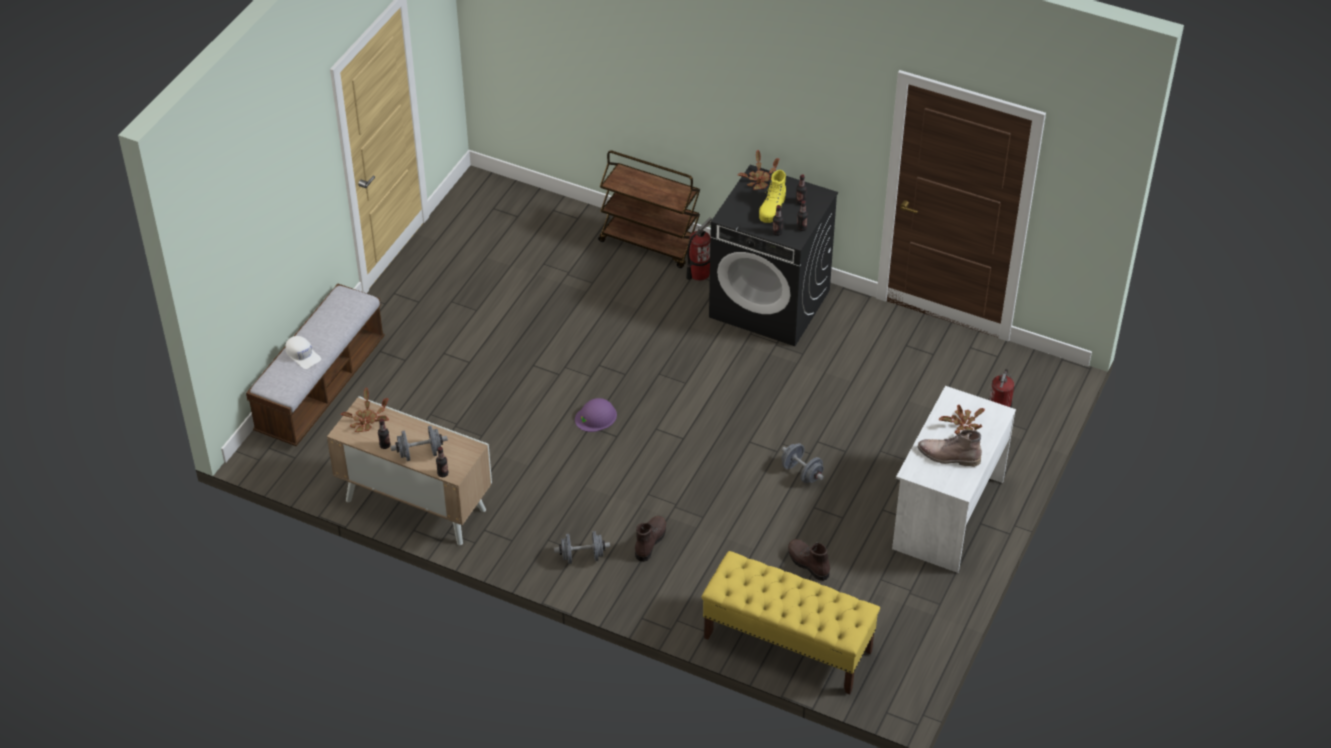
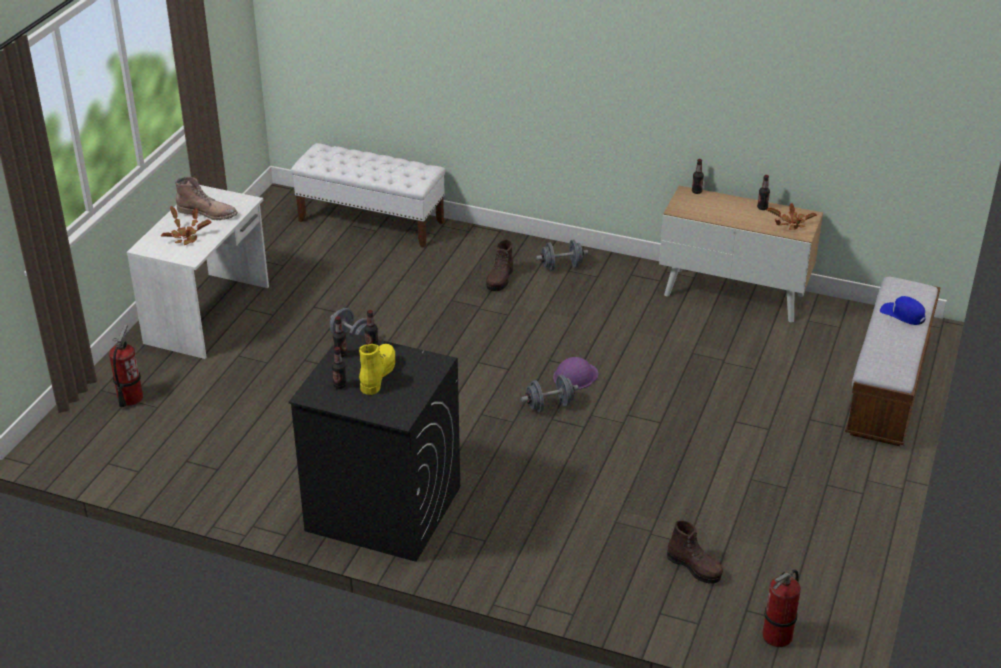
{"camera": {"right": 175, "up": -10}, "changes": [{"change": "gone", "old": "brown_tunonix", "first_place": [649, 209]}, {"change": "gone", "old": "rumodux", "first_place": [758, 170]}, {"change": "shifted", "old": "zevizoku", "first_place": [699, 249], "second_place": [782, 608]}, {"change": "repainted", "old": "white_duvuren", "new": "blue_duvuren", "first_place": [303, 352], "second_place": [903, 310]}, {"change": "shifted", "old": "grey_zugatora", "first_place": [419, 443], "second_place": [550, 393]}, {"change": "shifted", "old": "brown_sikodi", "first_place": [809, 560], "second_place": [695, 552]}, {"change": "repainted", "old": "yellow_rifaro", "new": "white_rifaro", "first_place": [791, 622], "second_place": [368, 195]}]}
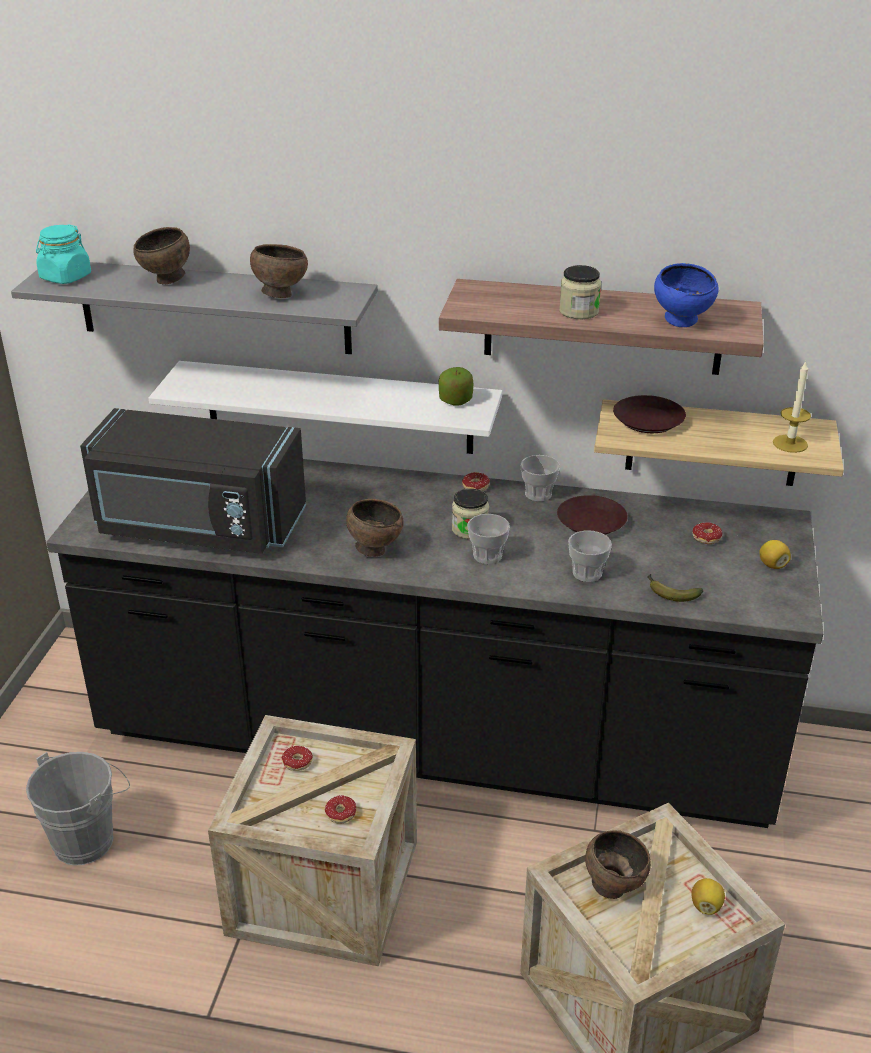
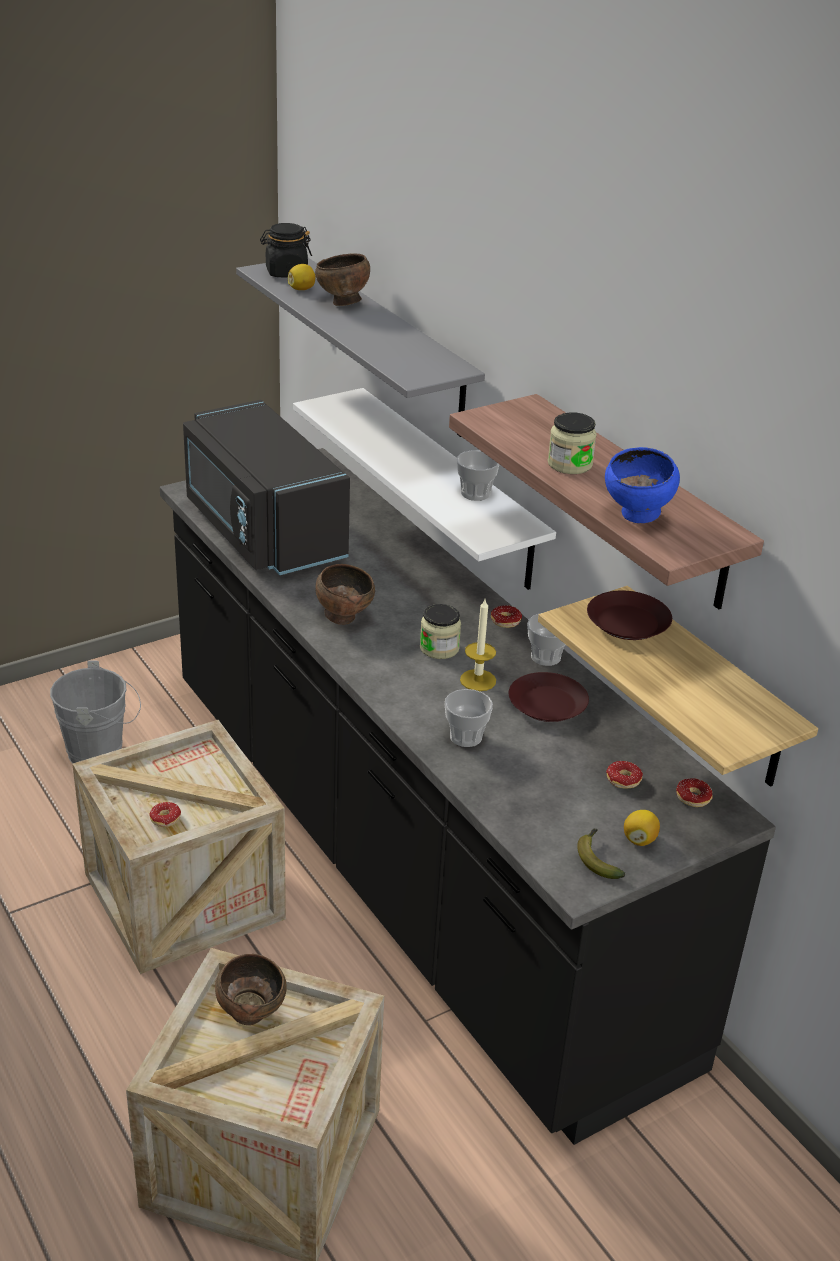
{"camera": {"right": 45, "up": 0}, "changes": [{"change": "repainted", "old": "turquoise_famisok", "new": "black_famisok", "first_place": [63, 254], "second_place": [286, 250]}, {"change": "gone", "old": "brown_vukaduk", "first_place": [279, 271]}, {"change": "shifted", "old": "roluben", "first_place": [792, 407], "second_place": [478, 645]}, {"change": "gone", "old": "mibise", "first_place": [456, 386]}, {"change": "shifted", "old": "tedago", "first_place": [488, 539], "second_place": [478, 475]}, {"change": "shifted", "old": "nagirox", "first_place": [675, 588], "second_place": [601, 854]}, {"change": "shifted", "old": "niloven", "first_place": [297, 758], "second_place": [694, 792]}, {"change": "shifted", "old": "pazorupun", "first_place": [708, 896], "second_place": [302, 277]}]}
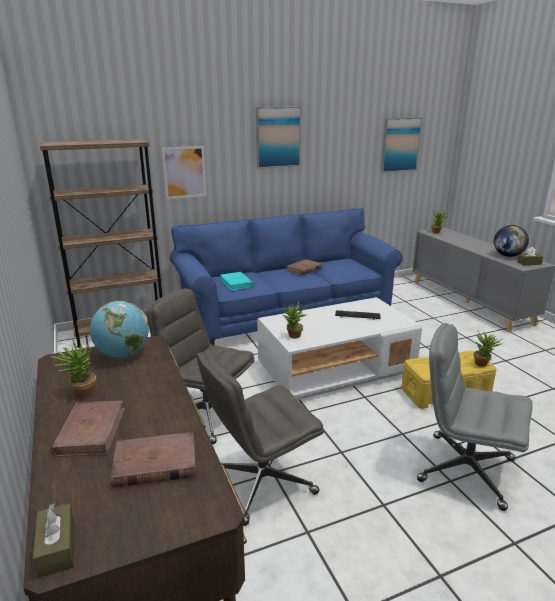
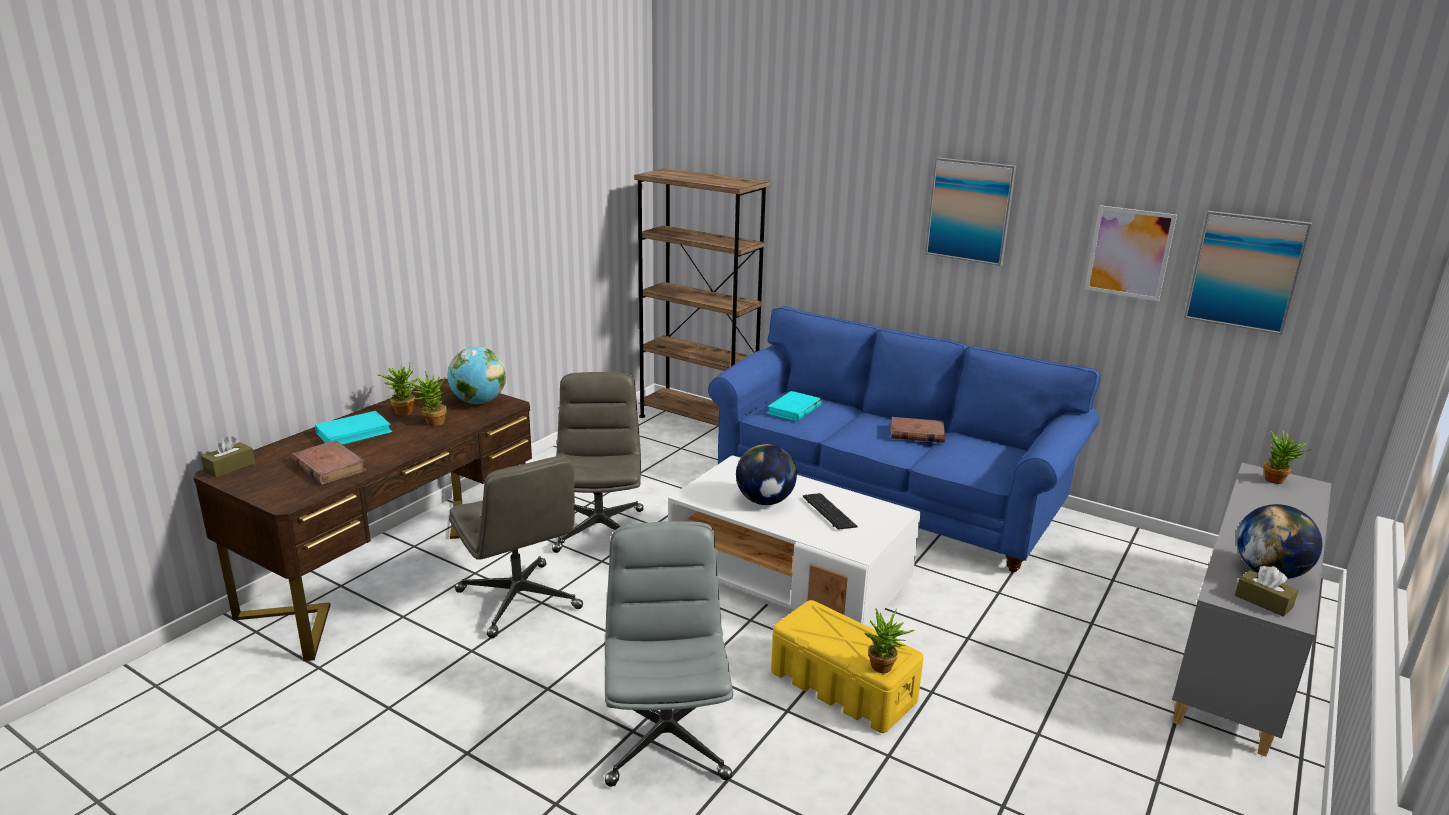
{"camera": {"right": 55, "up": 0}, "changes": [{"change": "shifted", "old": "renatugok", "first_place": [184, 172], "second_place": [1131, 253]}, {"change": "shifted", "old": "rumodux", "first_place": [295, 320], "second_place": [426, 398]}, {"change": "rotated", "old": "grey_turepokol", "first_place": [260, 438], "second_place": [516, 546], "degrees": -150}, {"change": "repainted", "old": "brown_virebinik", "new": "turquoise_virebinik", "first_place": [88, 429], "second_place": [354, 428]}, {"change": "new", "new": "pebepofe", "second_place": [766, 474]}]}
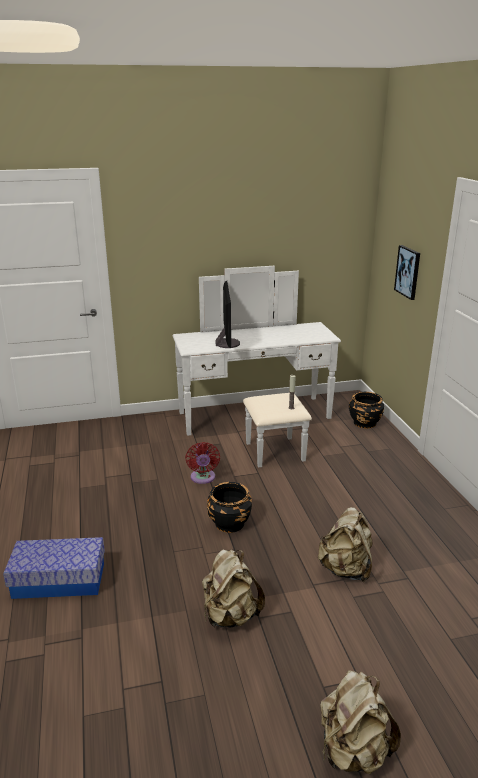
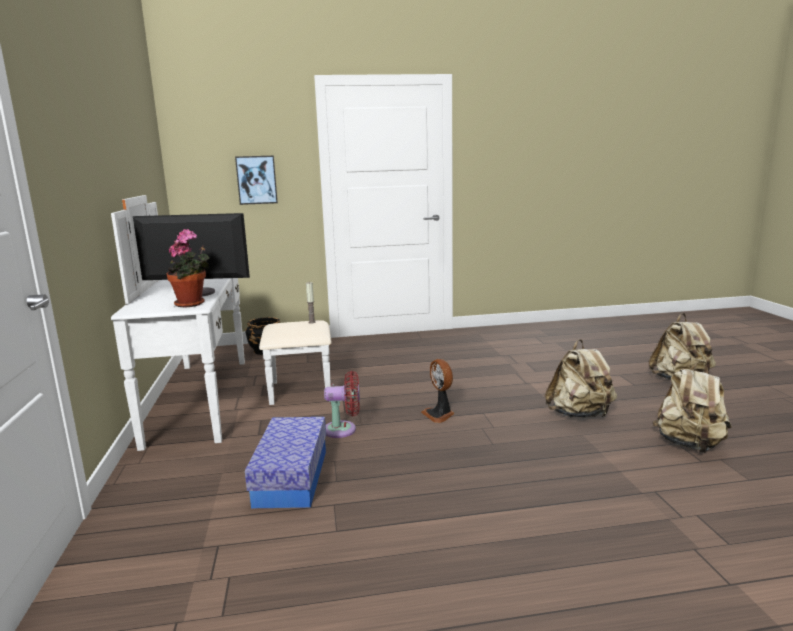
{"camera": {"right": -85, "up": -10}, "changes": [{"change": "swapped", "old": "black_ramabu", "new": "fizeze", "first_place": [229, 507], "second_place": [438, 391]}, {"change": "shifted", "old": "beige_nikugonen", "first_place": [345, 544], "second_place": [692, 407]}, {"change": "shifted", "old": "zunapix", "first_place": [54, 568], "second_place": [285, 462]}, {"change": "new", "new": "rumodux", "second_place": [188, 268]}]}
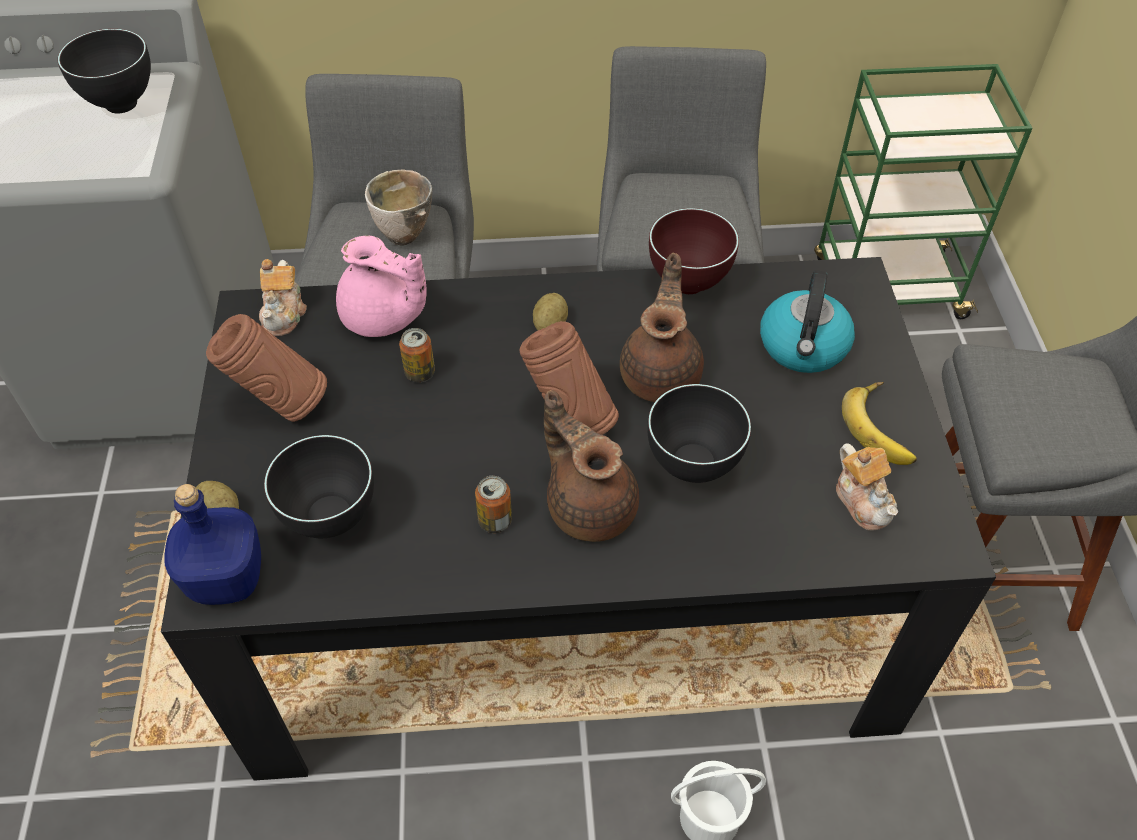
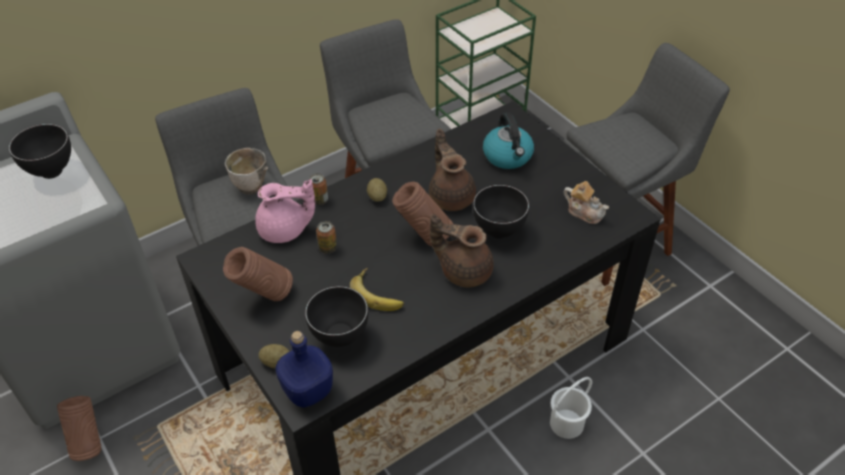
{"camera": {"right": -30, "up": -5}, "changes": [{"change": "gone", "old": "brown_vukaduk", "first_place": [694, 251]}, {"change": "gone", "old": "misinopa", "first_place": [283, 297]}, {"change": "shifted", "old": "nagirox", "first_place": [879, 423], "second_place": [377, 289]}, {"change": "shifted", "old": "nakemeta", "first_place": [493, 504], "second_place": [318, 189]}, {"change": "new", "new": "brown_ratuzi", "second_place": [79, 428]}]}
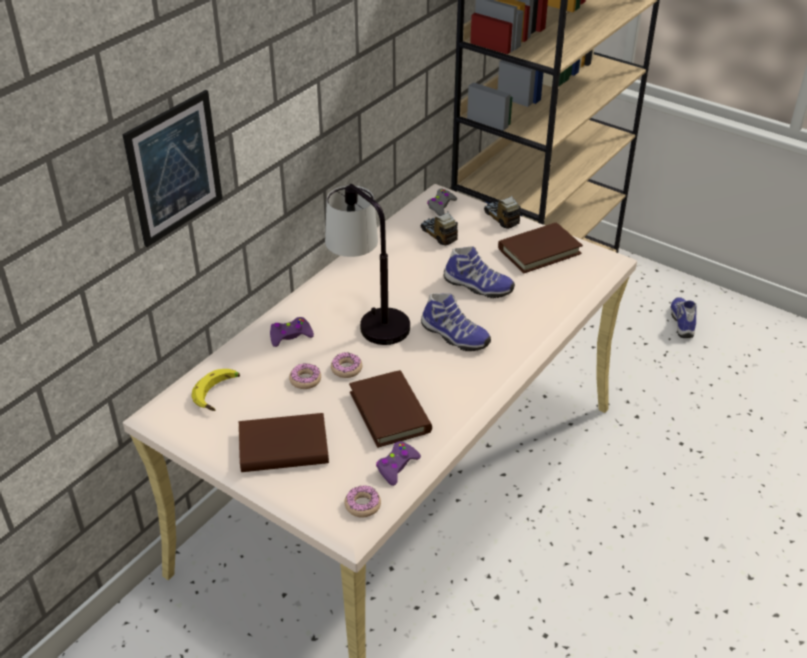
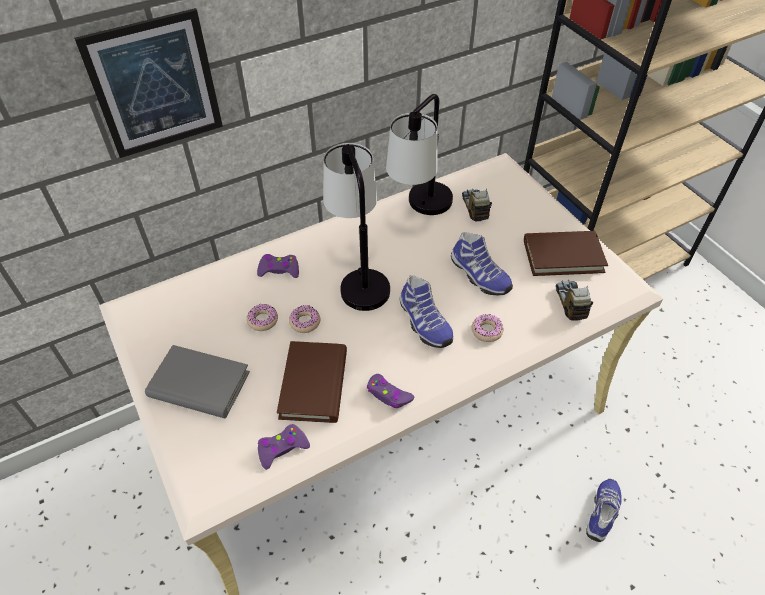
{"camera": {"right": 25, "up": 10}, "changes": [{"change": "gone", "old": "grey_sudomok", "first_place": [442, 202]}, {"change": "shifted", "old": "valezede", "first_place": [502, 212], "second_place": [574, 300]}, {"change": "shifted", "old": "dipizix", "first_place": [684, 317], "second_place": [603, 510]}, {"change": "gone", "old": "nagirox", "first_place": [215, 390]}, {"change": "repainted", "old": "brown_virebinik", "new": "grey_virebinik", "first_place": [284, 442], "second_place": [197, 381]}, {"change": "shifted", "old": "niloven", "first_place": [362, 501], "second_place": [487, 328]}, {"change": "new", "new": "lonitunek", "second_place": [419, 154]}, {"change": "new", "new": "purple_sudomok", "second_place": [390, 391]}]}
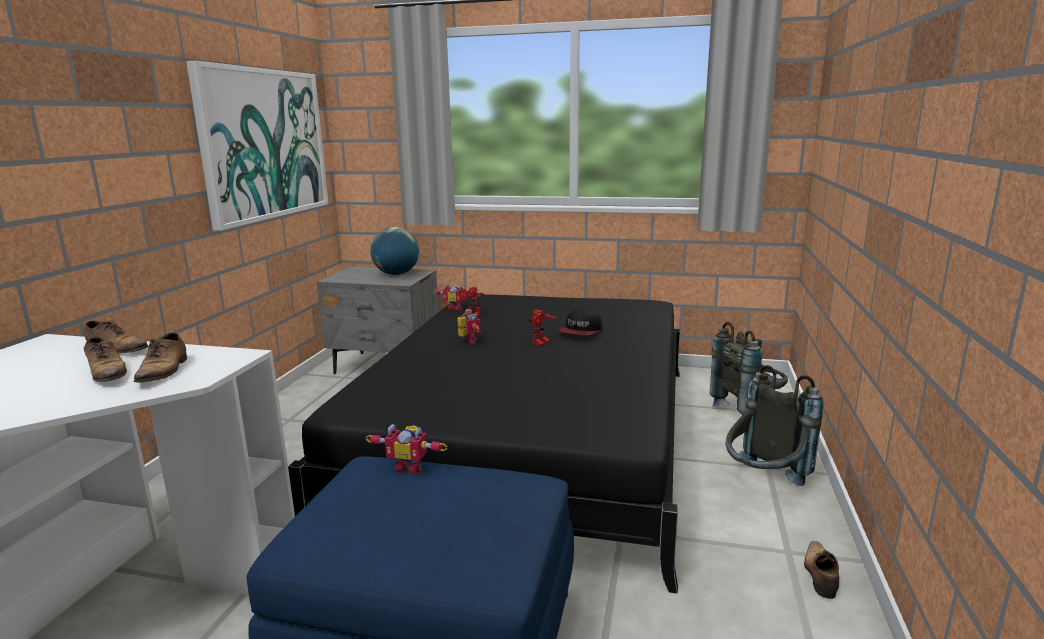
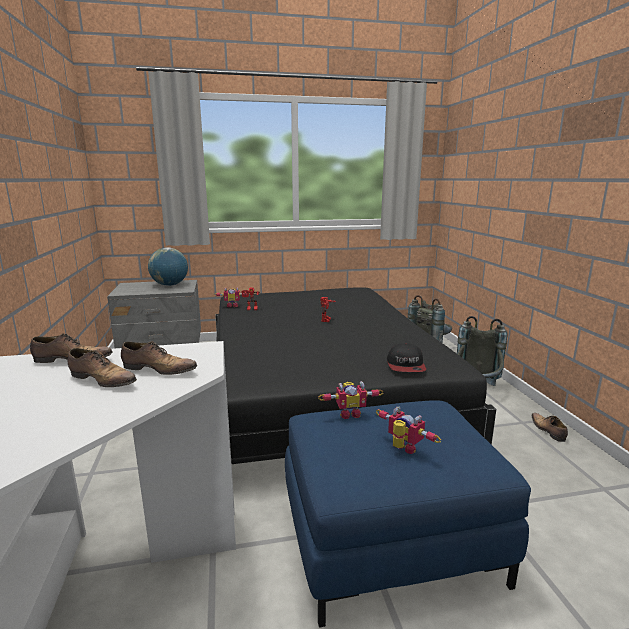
{"camera": {"right": -25, "up": 0}, "changes": [{"change": "gone", "old": "renatugok", "first_place": [257, 145]}, {"change": "shifted", "old": "duvuren", "first_place": [580, 321], "second_place": [406, 357]}, {"change": "shifted", "old": "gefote", "first_place": [469, 326], "second_place": [408, 430]}, {"change": "rotated", "old": "dipizix", "first_place": [160, 357], "second_place": [159, 358], "degrees": -45}]}
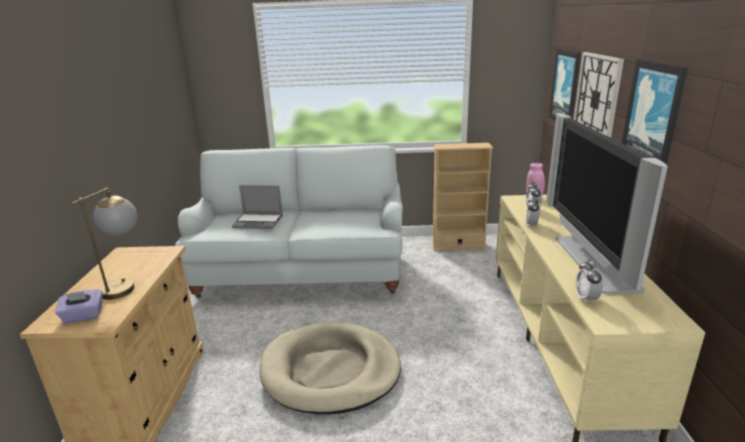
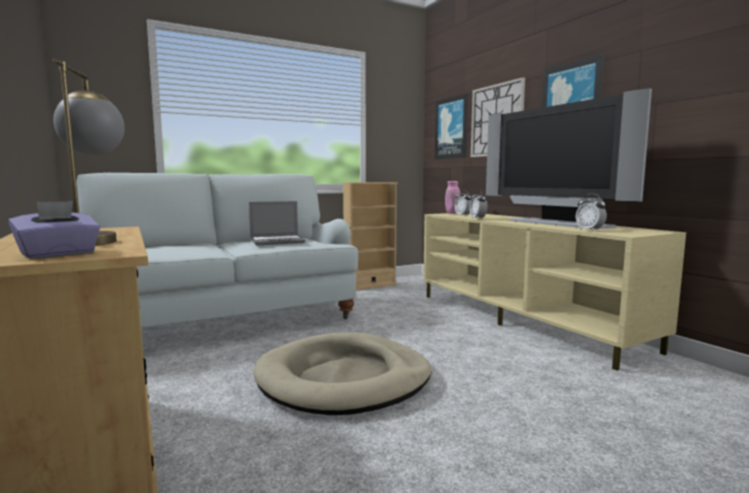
{"camera": {"right": -30, "up": -15}, "changes": [{"change": "shifted", "old": "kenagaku", "first_place": [257, 207], "second_place": [277, 223]}]}
